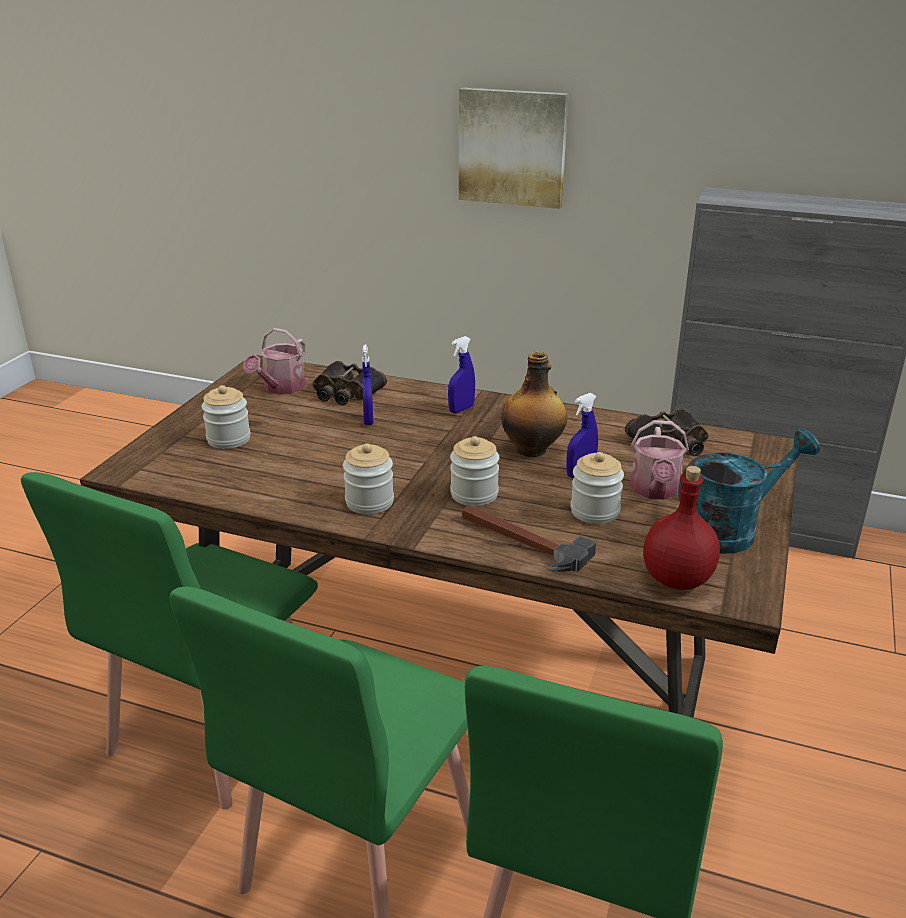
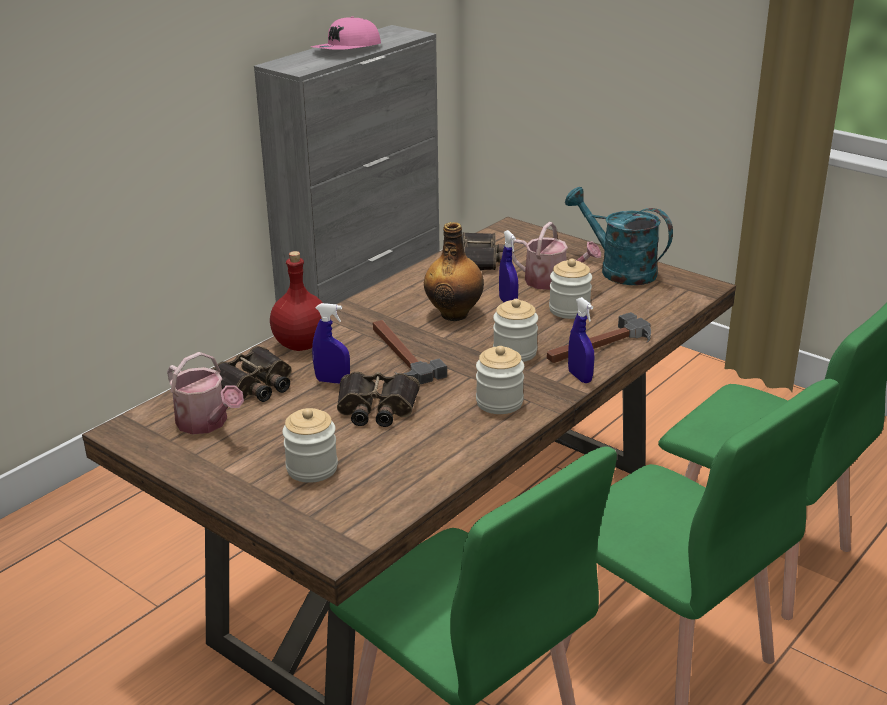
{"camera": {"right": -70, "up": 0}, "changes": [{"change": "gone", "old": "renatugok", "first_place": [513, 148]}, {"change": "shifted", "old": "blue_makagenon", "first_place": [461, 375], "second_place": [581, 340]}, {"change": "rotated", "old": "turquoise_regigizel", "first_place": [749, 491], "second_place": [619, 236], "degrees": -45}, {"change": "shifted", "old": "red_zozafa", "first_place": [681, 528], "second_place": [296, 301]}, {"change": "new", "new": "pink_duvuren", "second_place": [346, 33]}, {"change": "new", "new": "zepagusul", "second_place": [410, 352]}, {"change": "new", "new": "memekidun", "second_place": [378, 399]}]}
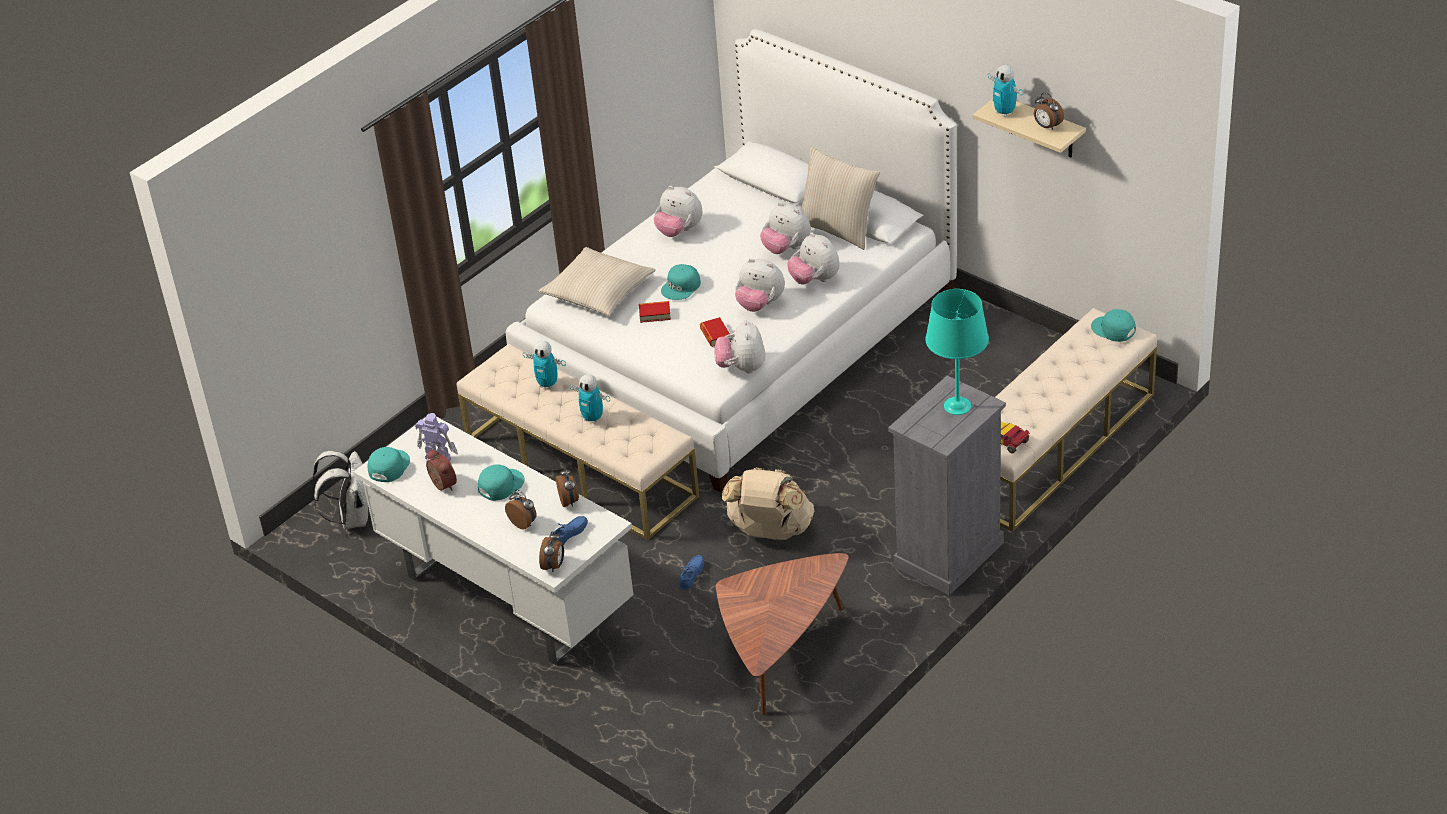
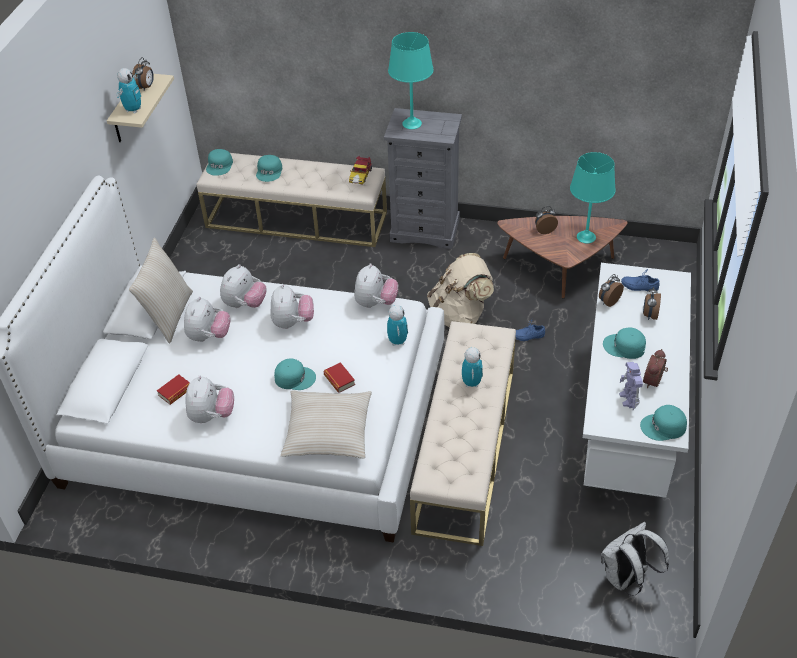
{"camera": {"right": -120, "up": 5}, "changes": [{"change": "shifted", "old": "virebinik", "first_place": [715, 332], "second_place": [173, 389]}, {"change": "rotated", "old": "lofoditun", "first_place": [739, 347], "second_place": [376, 285], "degrees": -45}, {"change": "shifted", "old": "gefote", "first_place": [544, 365], "second_place": [397, 325]}, {"change": "shifted", "old": "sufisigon", "first_place": [551, 551], "second_place": [546, 220]}, {"change": "new", "new": "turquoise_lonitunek", "second_place": [593, 197]}, {"change": "new", "new": "turquoise_duvuren", "second_place": [269, 168]}]}
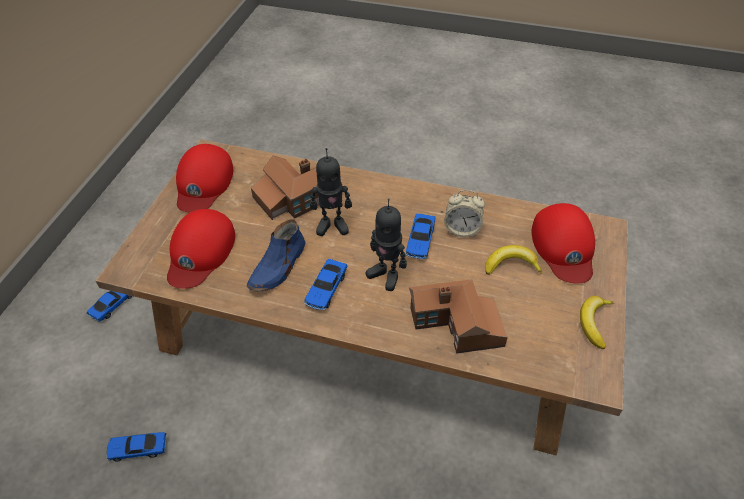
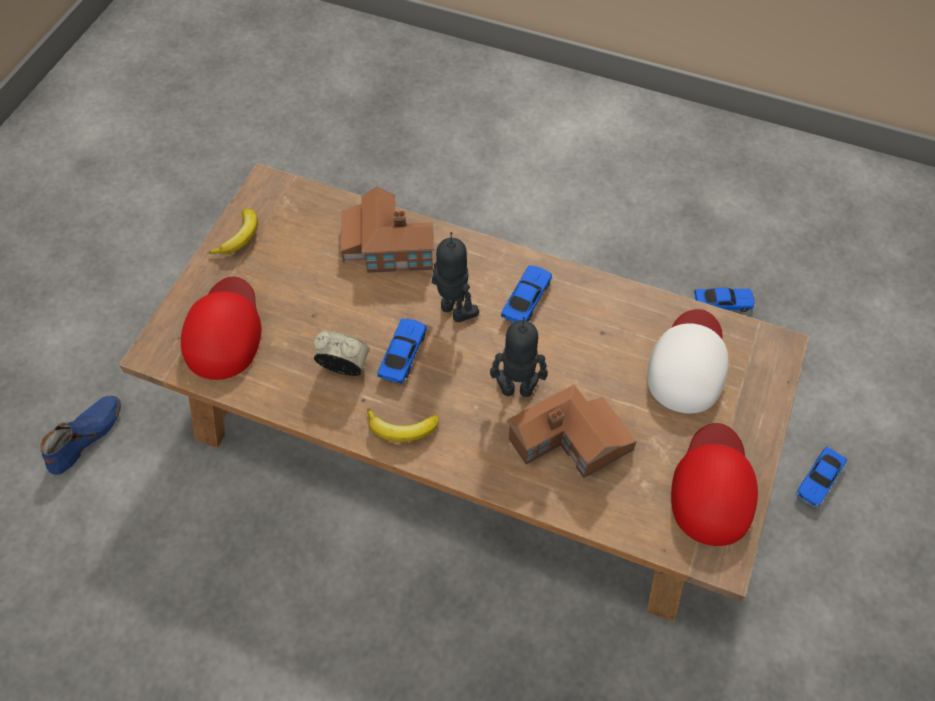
{"camera": {"right": -175, "up": 10}, "changes": [{"change": "repainted", "old": "red_duvuren", "new": "white_duvuren", "first_place": [201, 249], "second_place": [687, 361]}, {"change": "shifted", "old": "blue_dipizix", "first_place": [276, 255], "second_place": [80, 435]}, {"change": "shifted", "old": "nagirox", "first_place": [514, 260], "second_place": [403, 425]}]}
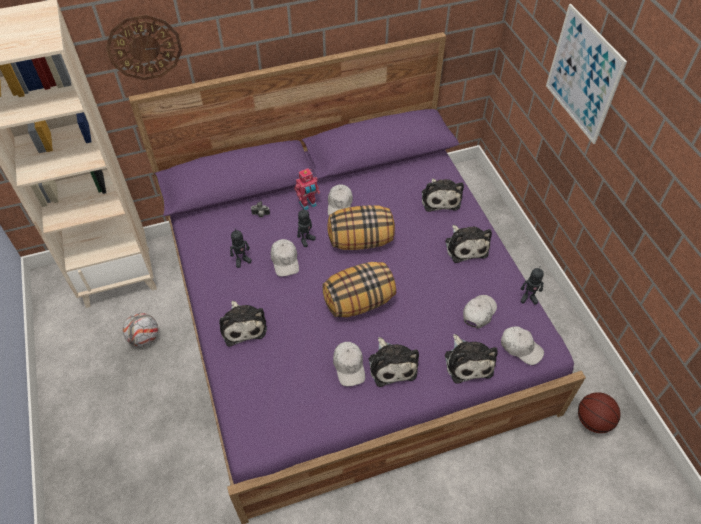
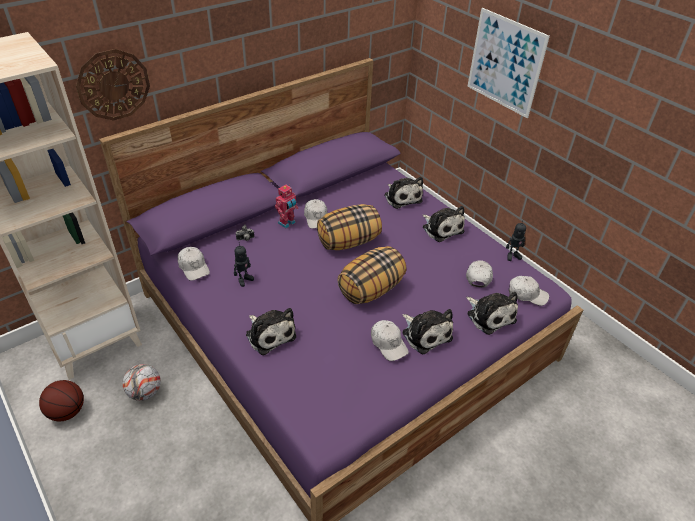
{"camera": {"right": -20, "up": -10}, "changes": [{"change": "gone", "old": "gefote", "first_place": [306, 228]}, {"change": "shifted", "old": "white_duvuren", "first_place": [285, 258], "second_place": [194, 264]}, {"change": "shifted", "old": "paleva", "first_place": [599, 412], "second_place": [61, 401]}]}
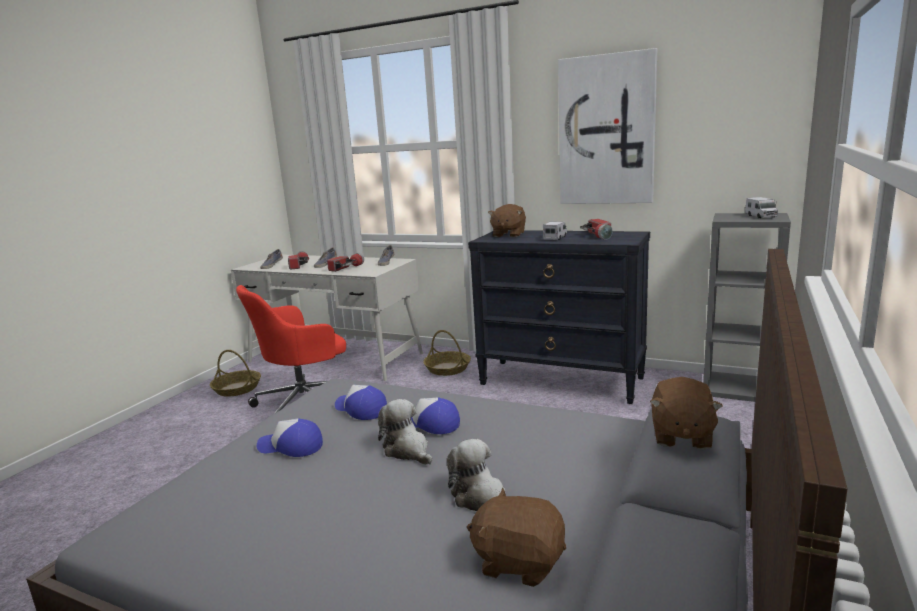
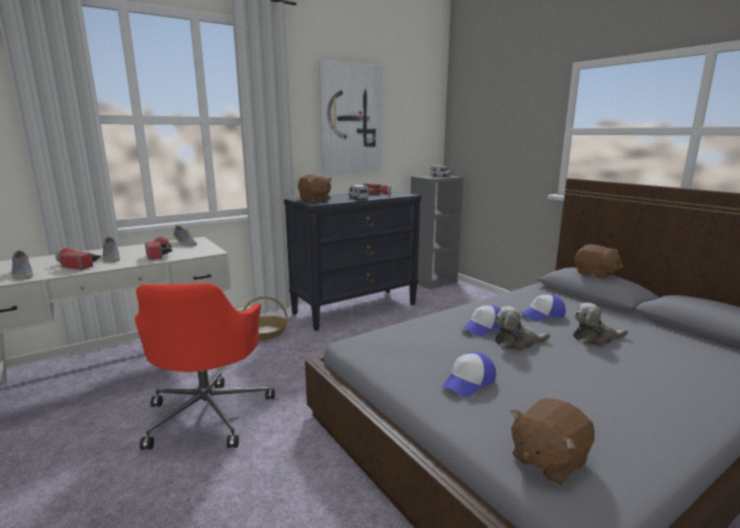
{"camera": {"right": -60, "up": 0}, "changes": [{"change": "gone", "old": "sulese", "first_place": [235, 373]}, {"change": "shifted", "old": "duvuren", "first_place": [361, 402], "second_place": [543, 307]}, {"change": "shifted", "old": "brown_lofoditun", "first_place": [516, 537], "second_place": [553, 441]}]}
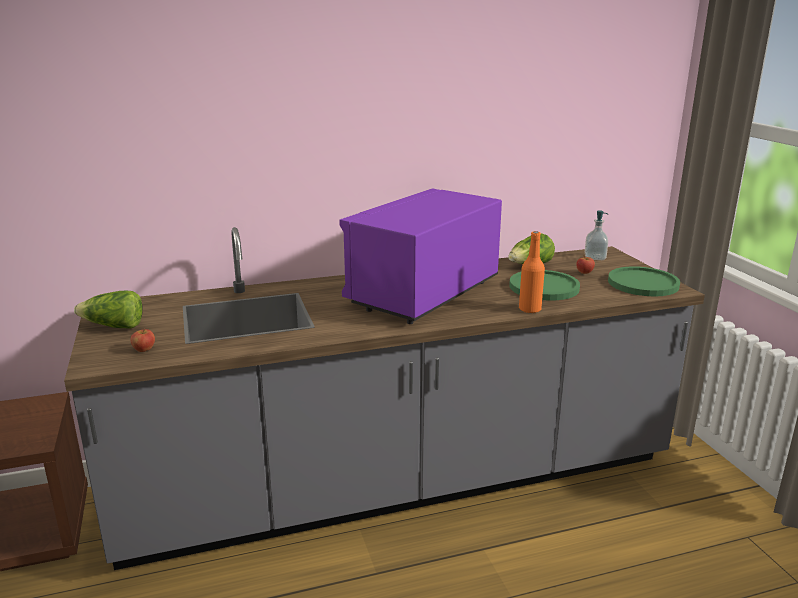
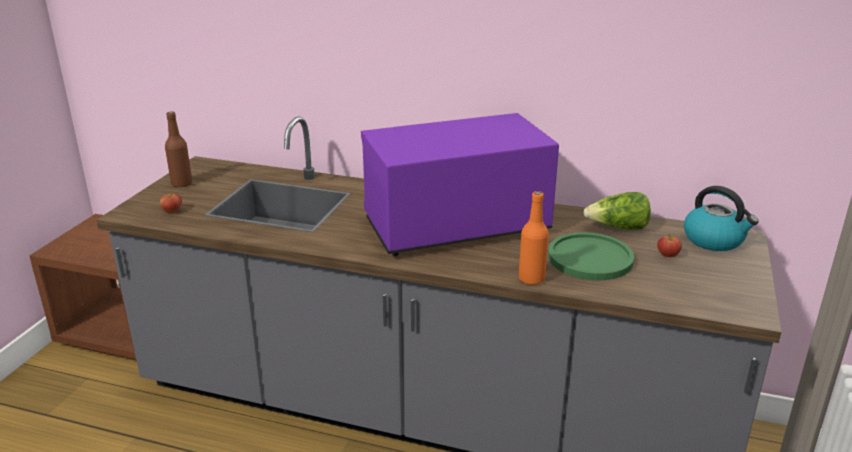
{"camera": {"right": 35, "up": 5}, "changes": [{"change": "swapped", "old": "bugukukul", "new": "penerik", "first_place": [597, 235], "second_place": [721, 218]}, {"change": "gone", "old": "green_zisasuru", "first_place": [644, 281]}, {"change": "swapped", "old": "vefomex", "new": "brown_zozafa", "first_place": [108, 310], "second_place": [179, 149]}]}
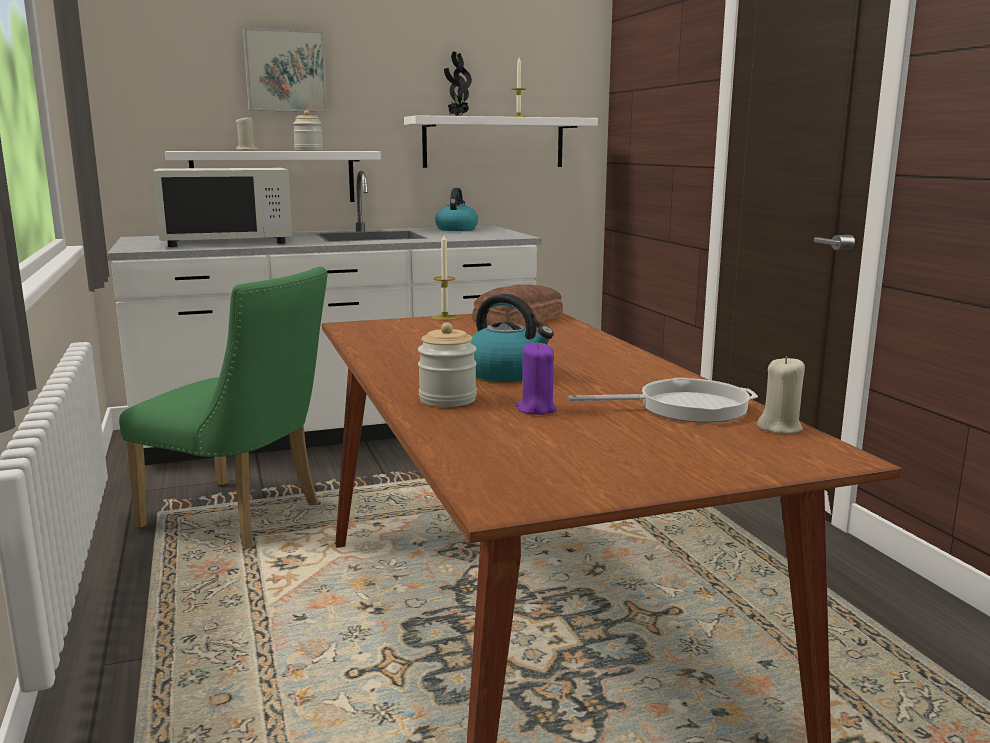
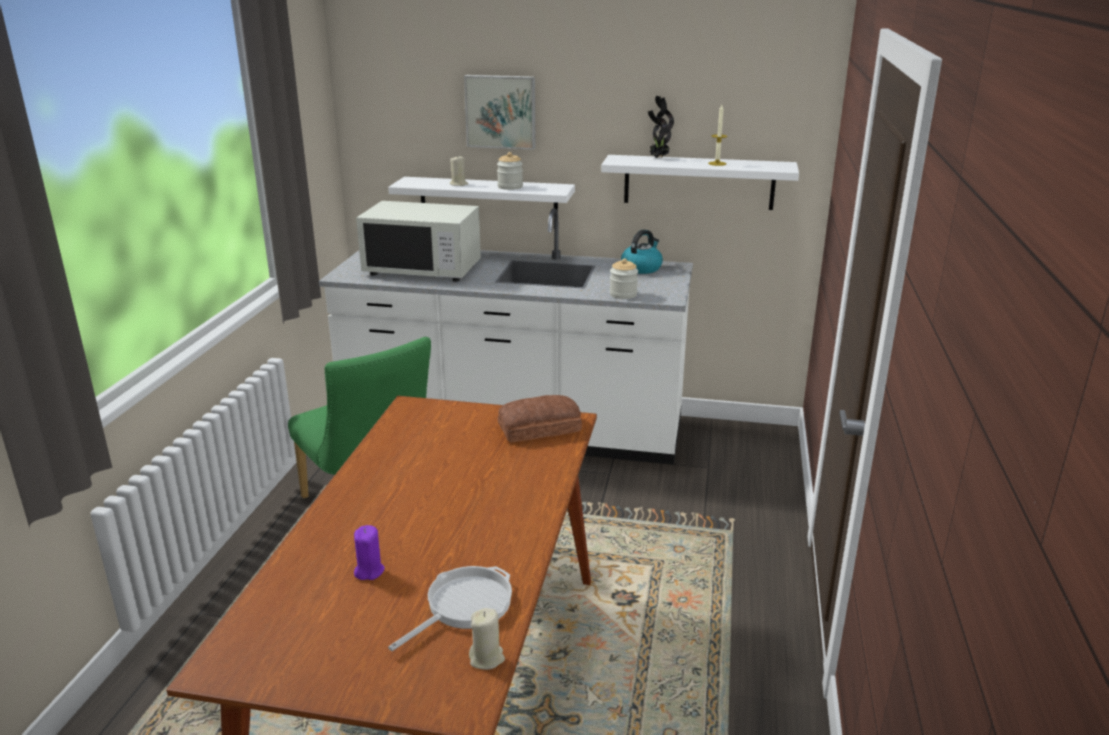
{"camera": {"right": 30, "up": 10}, "changes": [{"change": "gone", "old": "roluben", "first_place": [445, 277]}, {"change": "gone", "old": "penerik", "first_place": [512, 338]}, {"change": "shifted", "old": "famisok", "first_place": [447, 364], "second_place": [624, 278]}, {"change": "rotated", "old": "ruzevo", "first_place": [663, 400], "second_place": [450, 608], "degrees": -75}]}
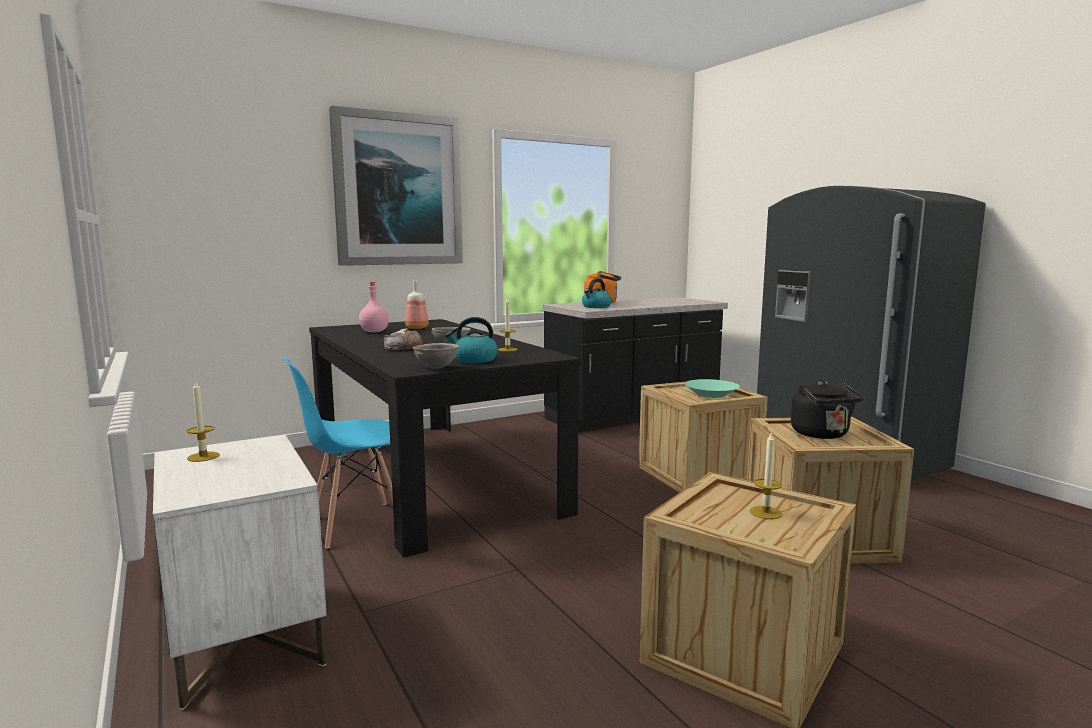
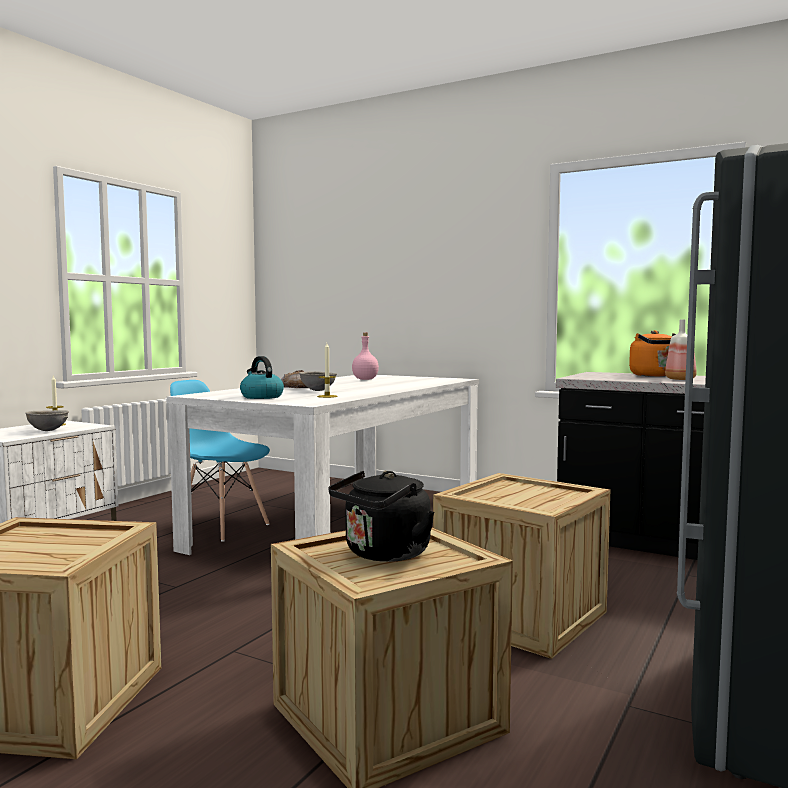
{"camera": {"right": 60, "up": -5}, "changes": [{"change": "gone", "old": "renatugok", "first_place": [396, 186]}, {"change": "gone", "old": "penerik", "first_place": [597, 293]}, {"change": "shifted", "old": "zozafa", "first_place": [417, 305], "second_place": [681, 349]}, {"change": "repainted", "old": "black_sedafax", "new": "white_sedafax", "first_place": [445, 438], "second_place": [323, 465]}, {"change": "shifted", "old": "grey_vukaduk", "first_place": [436, 356], "second_place": [47, 420]}, {"change": "gone", "old": "turquoise_vukaduk", "first_place": [712, 388]}, {"change": "gone", "old": "roluben", "first_place": [766, 475]}]}
